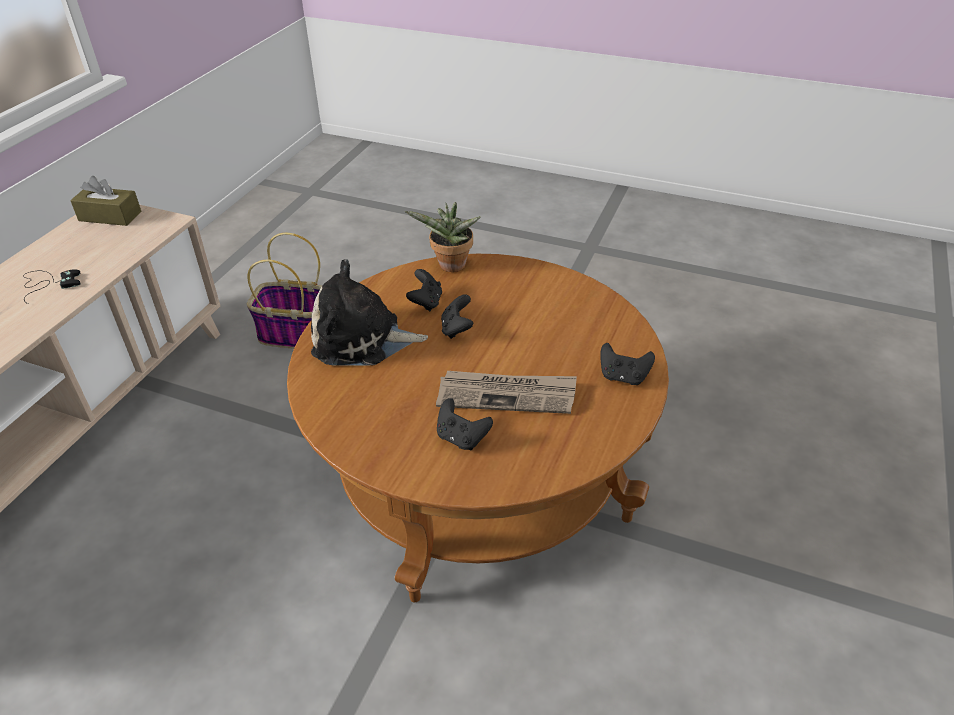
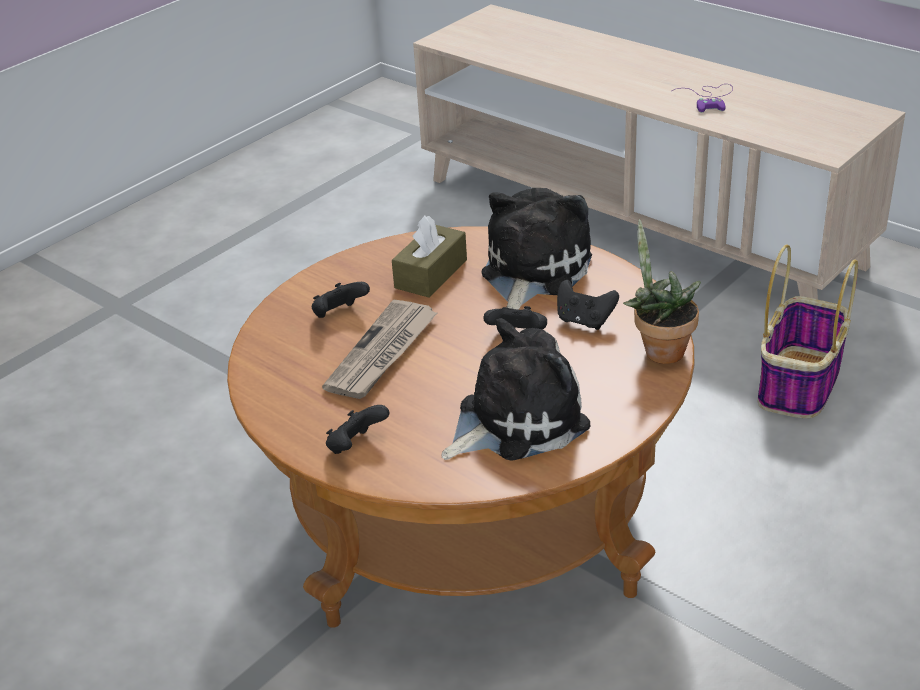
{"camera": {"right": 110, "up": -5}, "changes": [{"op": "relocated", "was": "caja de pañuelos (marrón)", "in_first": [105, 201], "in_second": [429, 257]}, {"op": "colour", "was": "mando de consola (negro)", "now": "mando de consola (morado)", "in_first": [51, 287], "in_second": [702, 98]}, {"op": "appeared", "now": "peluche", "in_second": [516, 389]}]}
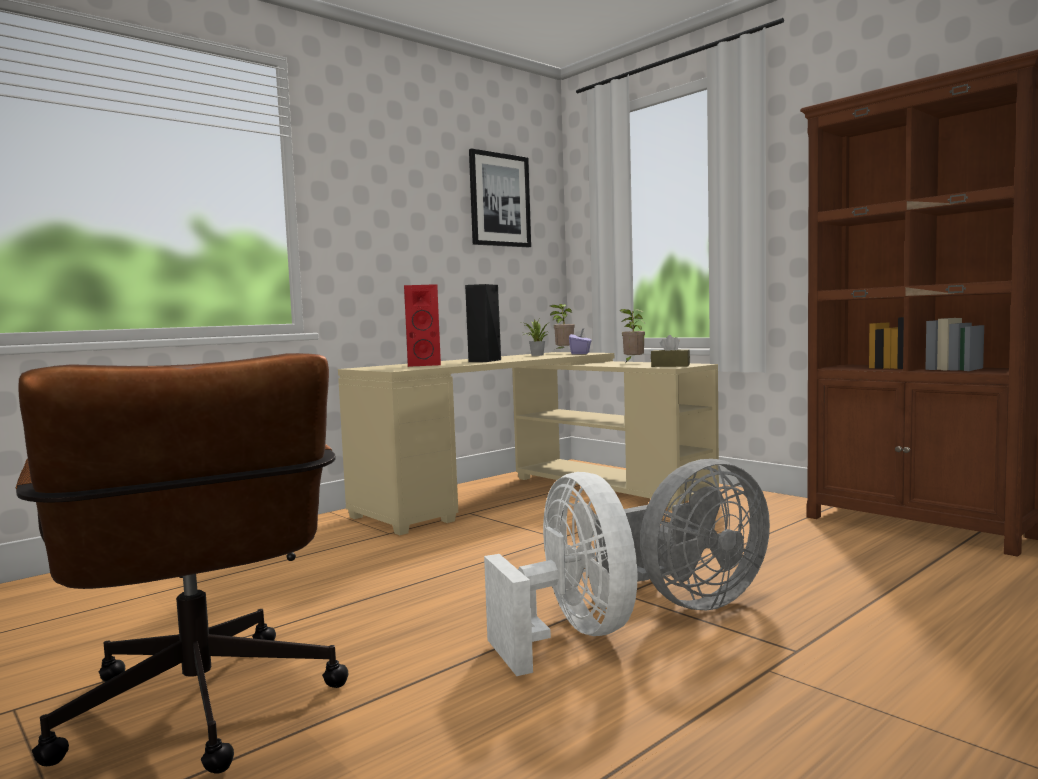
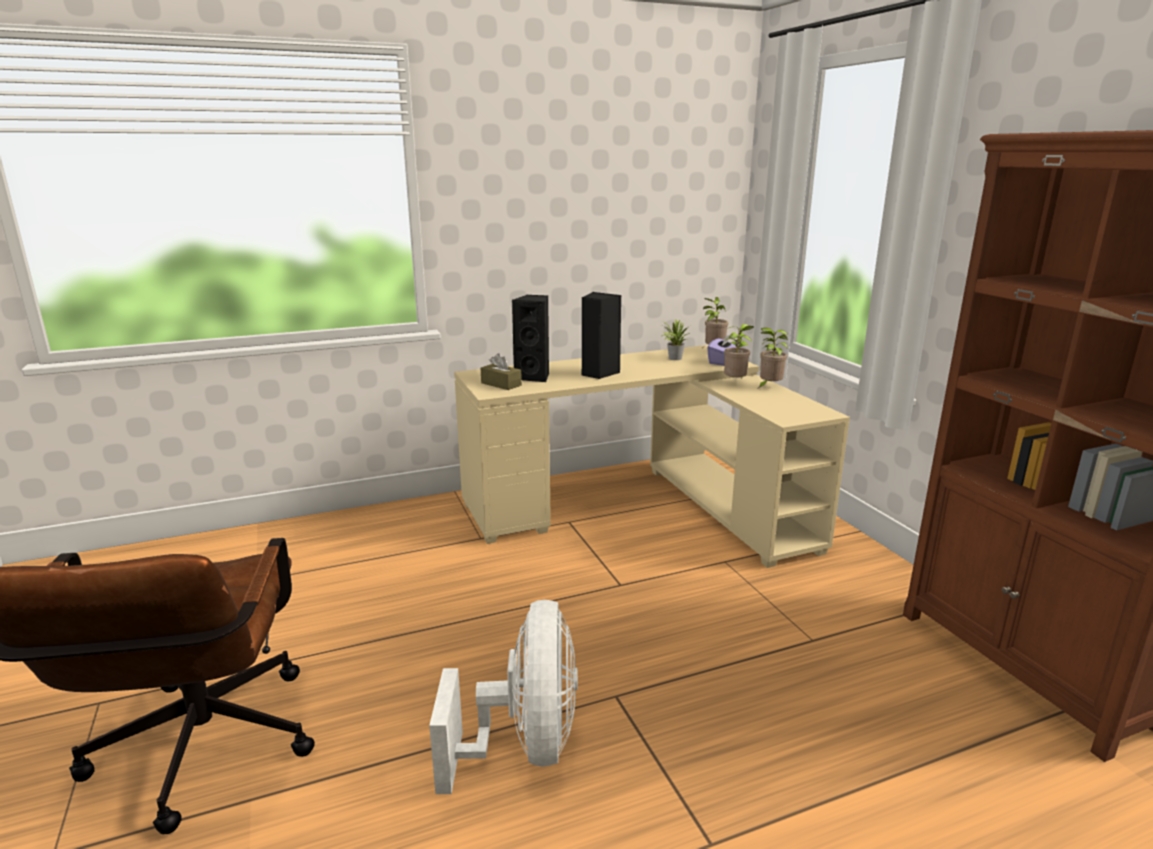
{"camera": {"right": 20, "up": 15}, "changes": [{"op": "missing", "was": "cuadro", "in_first": [500, 197]}, {"op": "colour", "was": "altavoz (rojo)", "now": "altavoz (negro)", "in_first": [422, 325], "in_second": [530, 338]}, {"op": "relocated", "was": "caja de pañuelos (marrón)", "in_first": [670, 351], "in_second": [501, 371]}, {"op": "missing", "was": "ventilador (gris)", "in_first": [682, 535]}, {"op": "appeared", "now": "planta en maceta", "in_second": [738, 351]}]}
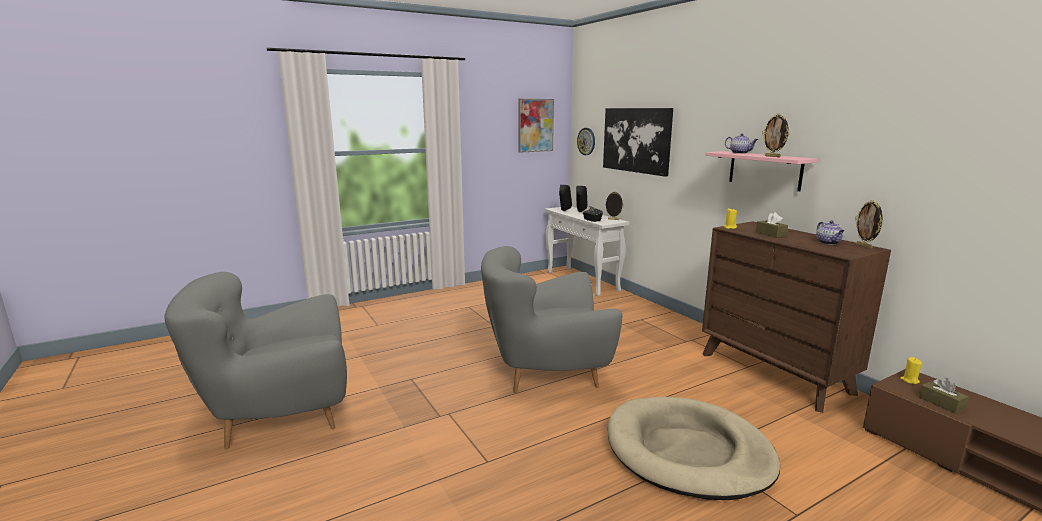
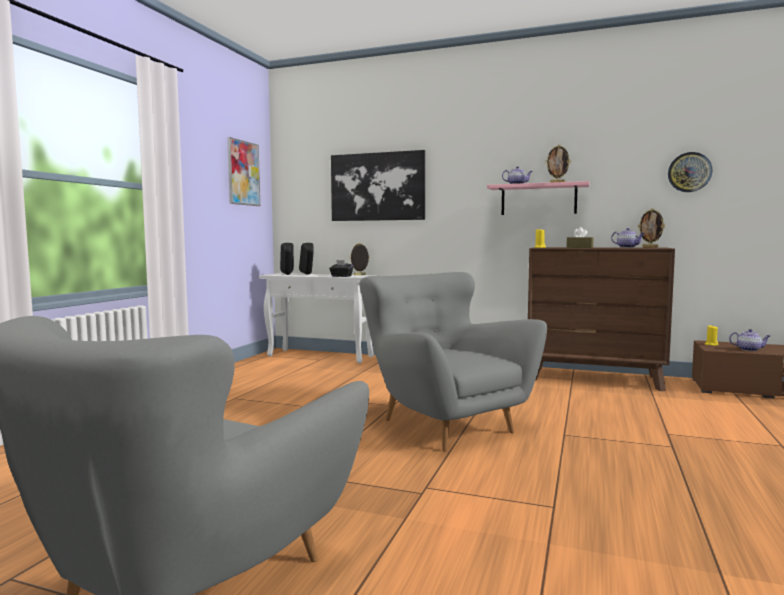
{"camera": {"right": -40, "up": -10}, "changes": [{"op": "relocated", "was": "reloj de pared", "in_first": [586, 141], "in_second": [690, 172]}, {"op": "spun", "was": "sillón (gris)", "in_first": [551, 319], "in_second": [453, 362], "clockwise": 105}, {"op": "exchanged", "was": "caja de pañuelos (marrón)", "now": "tetera", "in_first": [944, 396], "in_second": [749, 340]}, {"op": "missing", "was": "cama para perro (beis)", "in_first": [694, 448]}]}
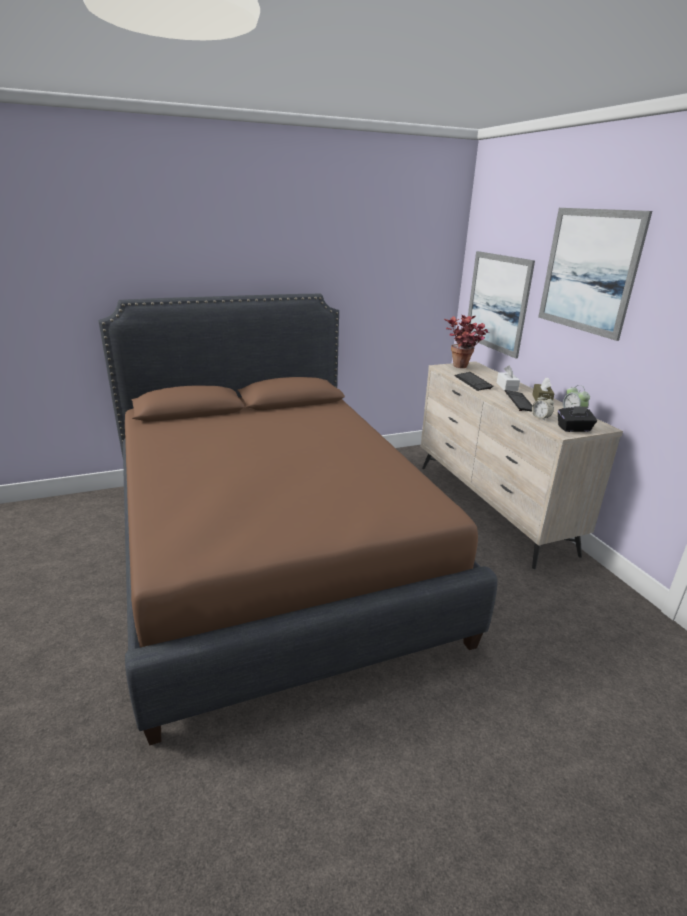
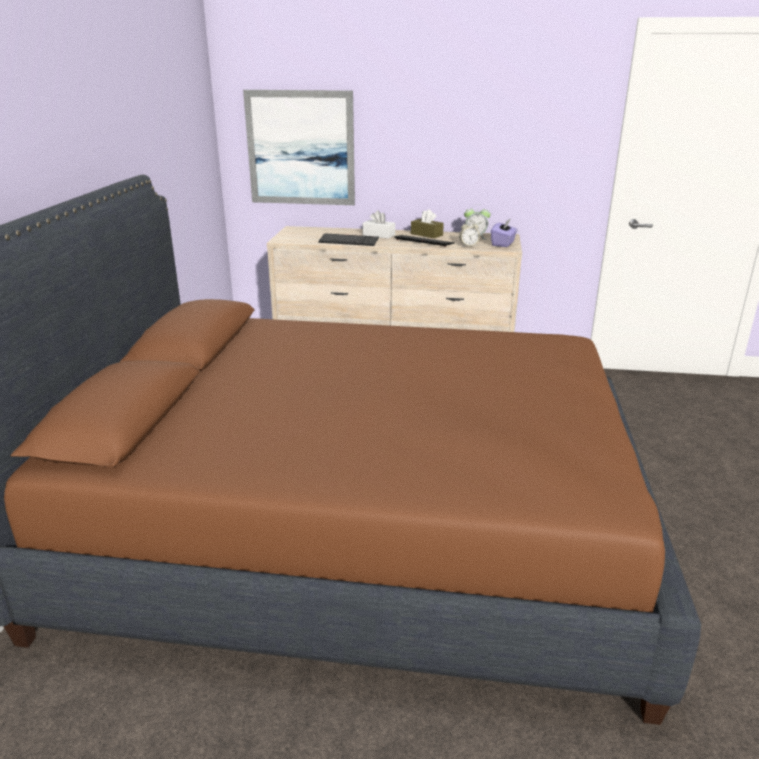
{"camera": {"right": -60, "up": 0}, "changes": [{"op": "missing", "was": "cuadro", "in_first": [595, 274]}, {"op": "missing", "was": "planta en maceta", "in_first": [466, 341]}, {"op": "colour", "was": "caja de pañuelos (negro)", "now": "caja de pañuelos (morado)", "in_first": [577, 419], "in_second": [504, 233]}]}
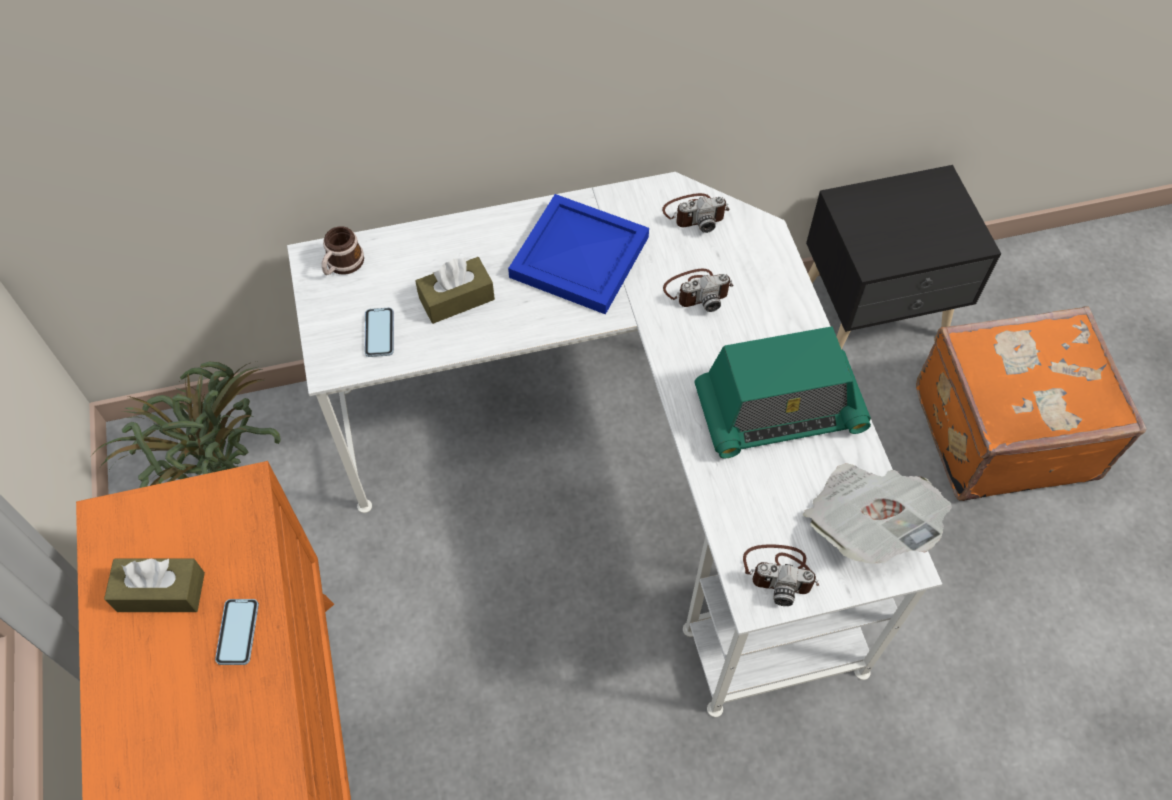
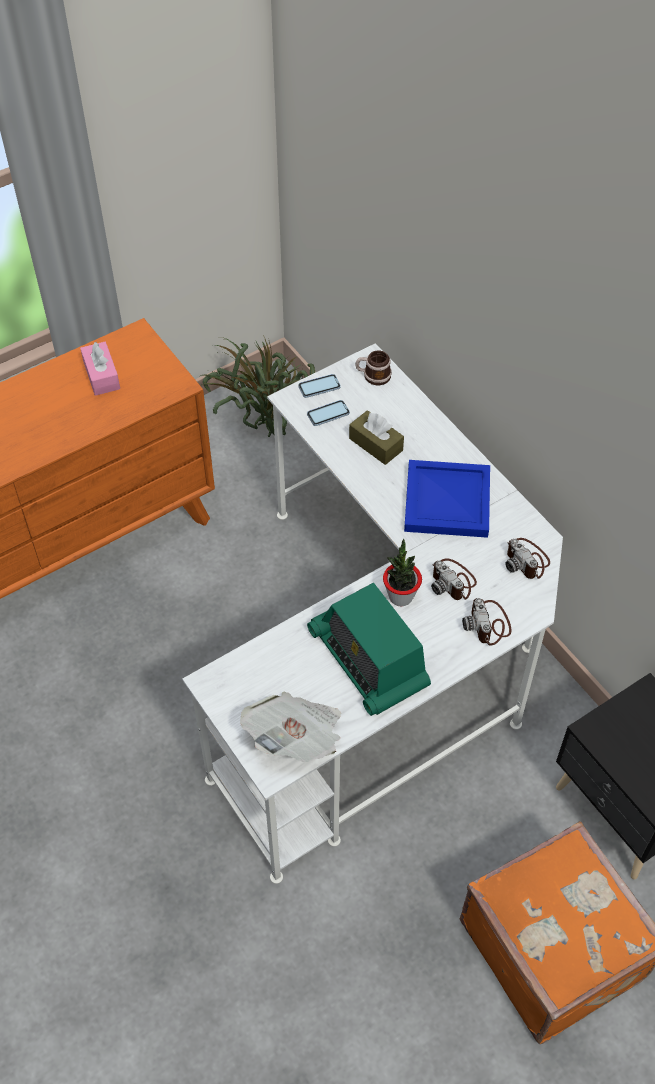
{"camera": {"right": 70, "up": -5}, "changes": [{"op": "relocated", "was": "cámara", "in_first": [781, 575], "in_second": [487, 622]}, {"op": "colour", "was": "caja de pañuelos (marrón)", "now": "caja de pañuelos (rosa)", "in_first": [154, 585], "in_second": [100, 368]}, {"op": "relocated", "was": "móvil", "in_first": [237, 632], "in_second": [319, 386]}, {"op": "appeared", "now": "planta en maceta", "in_second": [402, 572]}]}
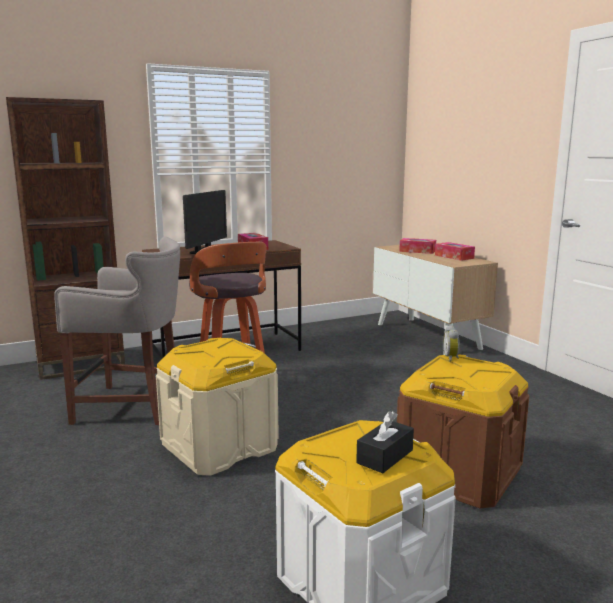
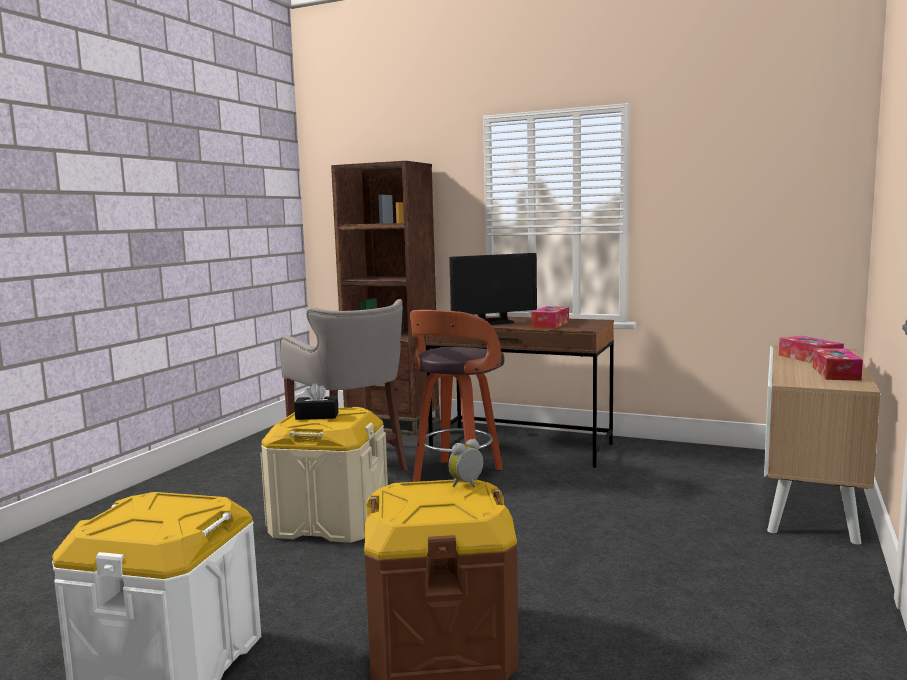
{"camera": {"right": 50, "up": -5}, "changes": [{"op": "relocated", "was": "caja de pañuelos (negro)", "in_first": [385, 442], "in_second": [316, 401]}]}
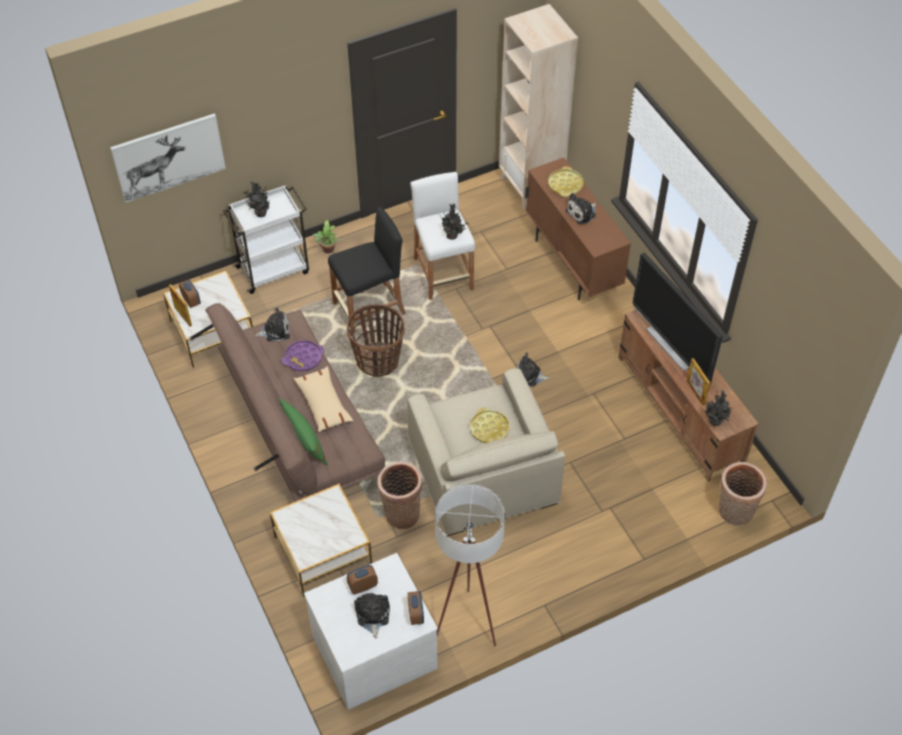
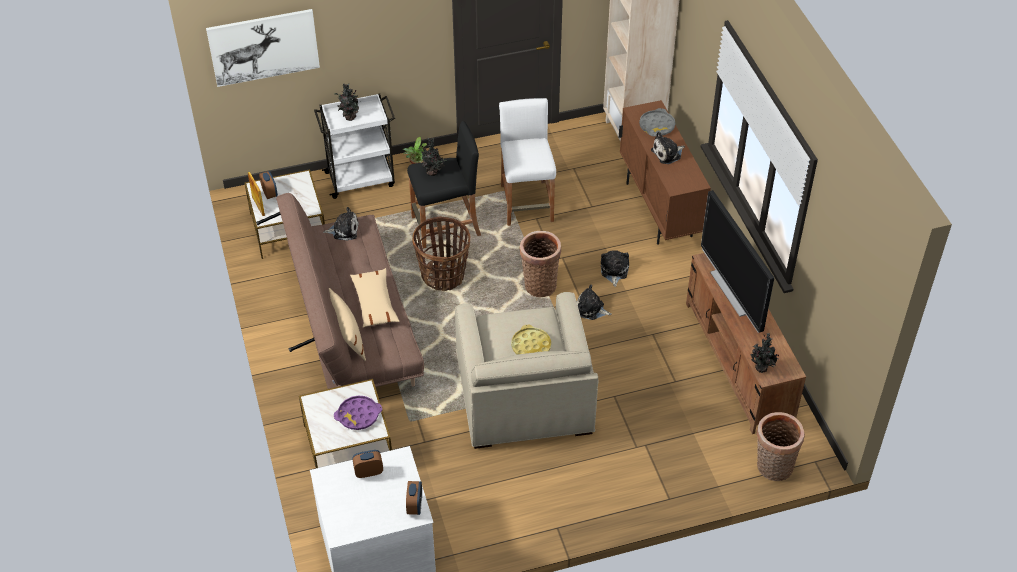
{"camera": {"right": 10, "up": -5}, "changes": [{"op": "colour", "was": "bandeja (amarillo)", "now": "bandeja (gris)", "in_first": [566, 182], "in_second": [657, 122]}, {"op": "relocated", "was": "planta en maceta", "in_first": [454, 222], "in_second": [433, 157]}, {"op": "relocated", "was": "bandeja (morado)", "in_first": [303, 355], "in_second": [358, 413]}, {"op": "missing", "was": "portarretratos", "in_first": [698, 381]}, {"op": "colour", "was": "cojín (verde)", "now": "cojín (beis)", "in_first": [303, 432], "in_second": [347, 324]}, {"op": "relocated", "was": "cesta", "in_first": [399, 495], "in_second": [540, 264]}, {"op": "missing", "was": "lámpara de pie (blanco)", "in_first": [470, 565]}, {"op": "relocated", "was": "peluche", "in_first": [372, 615], "in_second": [615, 268]}]}
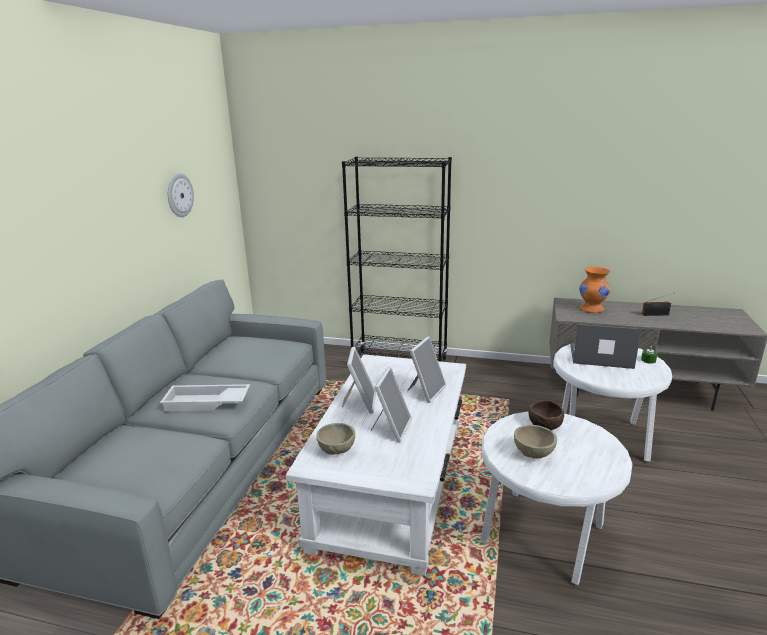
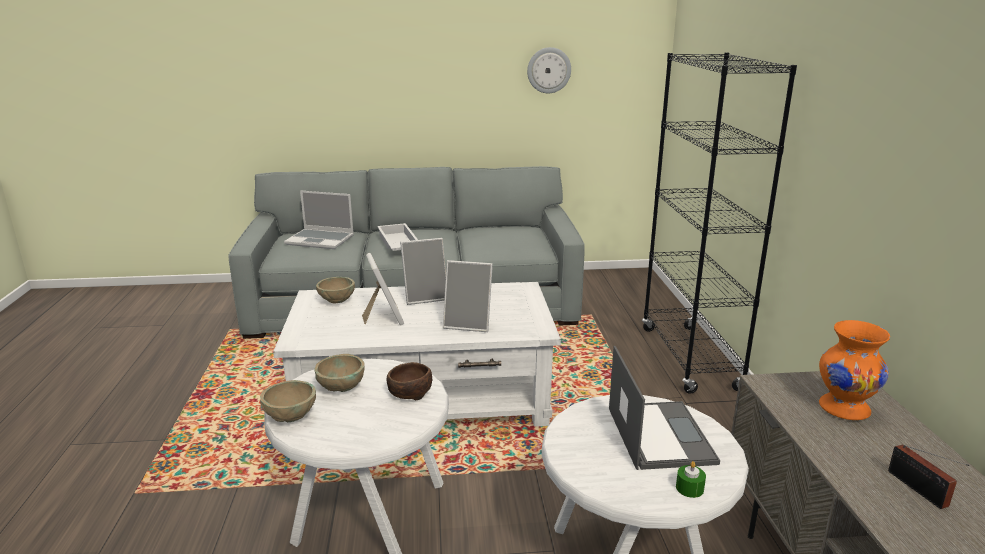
{"camera": {"right": 70, "up": 0}, "changes": [{"op": "spun", "was": "portarretratos", "in_first": [391, 404], "in_second": [383, 289], "clockwise": -105}, {"op": "appeared", "now": "portátil", "in_second": [319, 219]}, {"op": "appeared", "now": "cuenco (beis)", "in_second": [288, 401]}]}
